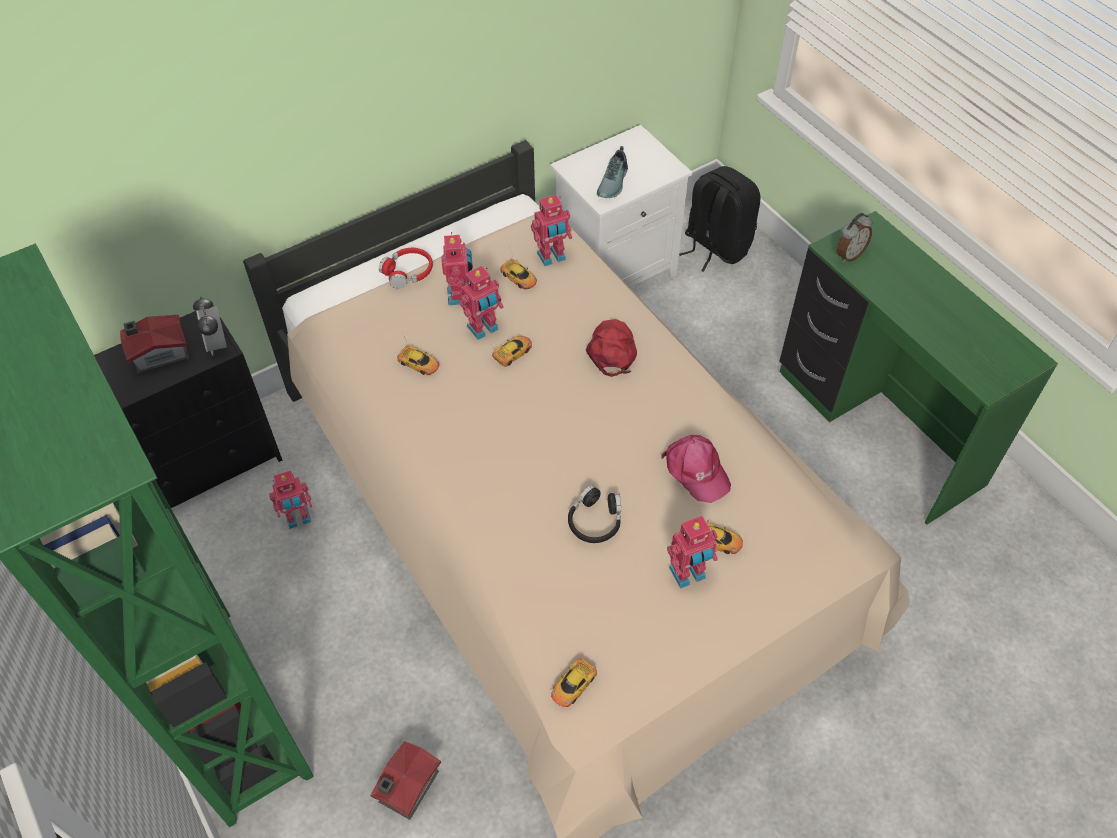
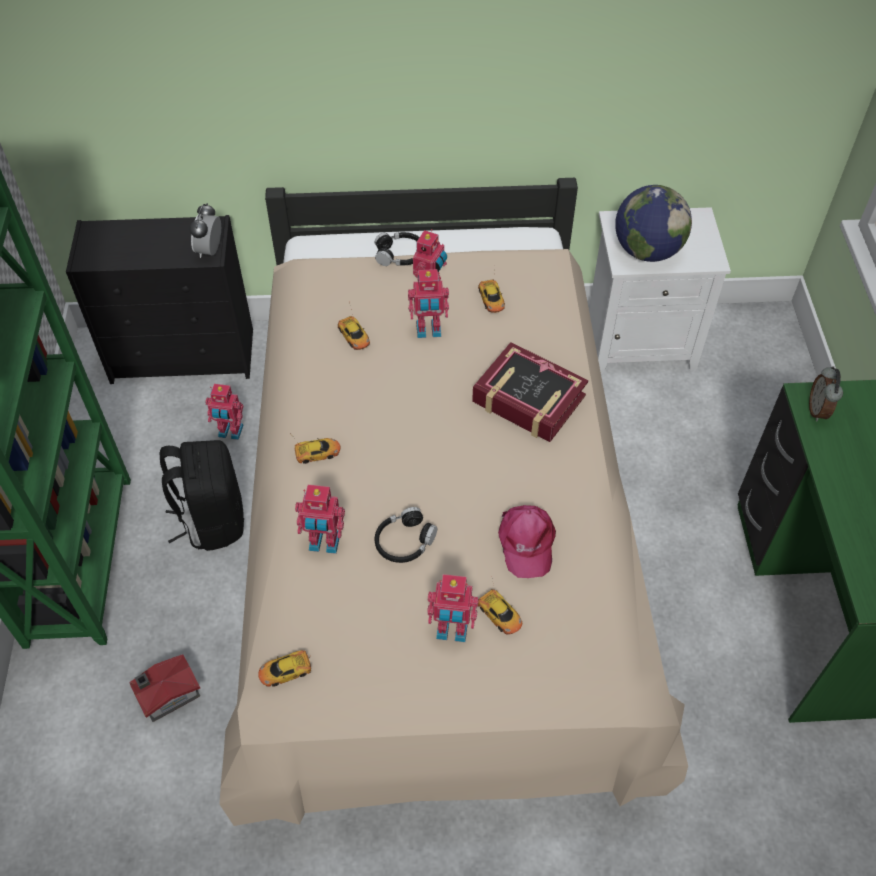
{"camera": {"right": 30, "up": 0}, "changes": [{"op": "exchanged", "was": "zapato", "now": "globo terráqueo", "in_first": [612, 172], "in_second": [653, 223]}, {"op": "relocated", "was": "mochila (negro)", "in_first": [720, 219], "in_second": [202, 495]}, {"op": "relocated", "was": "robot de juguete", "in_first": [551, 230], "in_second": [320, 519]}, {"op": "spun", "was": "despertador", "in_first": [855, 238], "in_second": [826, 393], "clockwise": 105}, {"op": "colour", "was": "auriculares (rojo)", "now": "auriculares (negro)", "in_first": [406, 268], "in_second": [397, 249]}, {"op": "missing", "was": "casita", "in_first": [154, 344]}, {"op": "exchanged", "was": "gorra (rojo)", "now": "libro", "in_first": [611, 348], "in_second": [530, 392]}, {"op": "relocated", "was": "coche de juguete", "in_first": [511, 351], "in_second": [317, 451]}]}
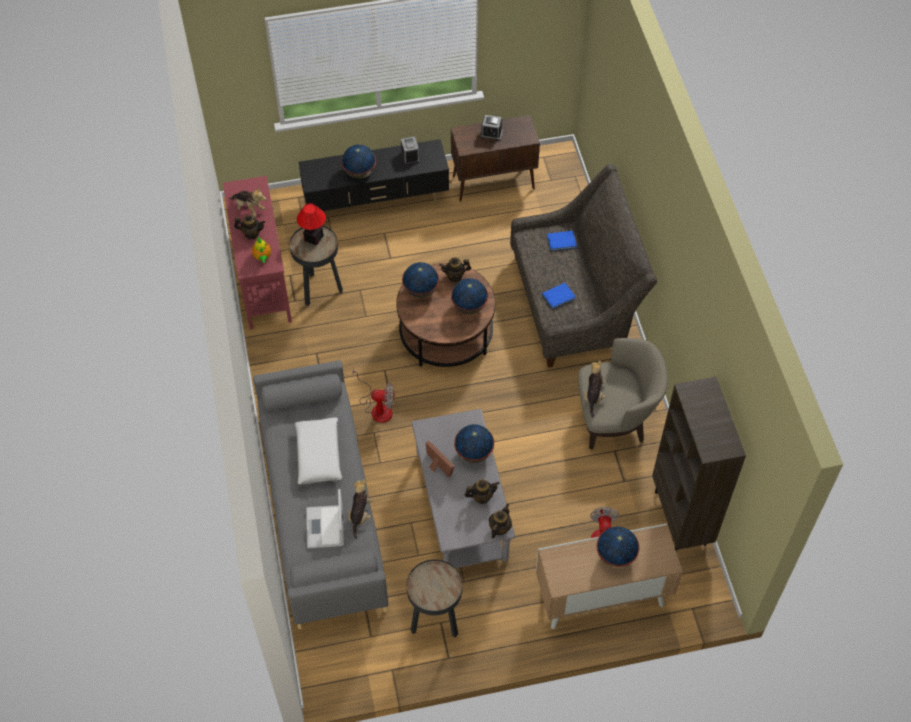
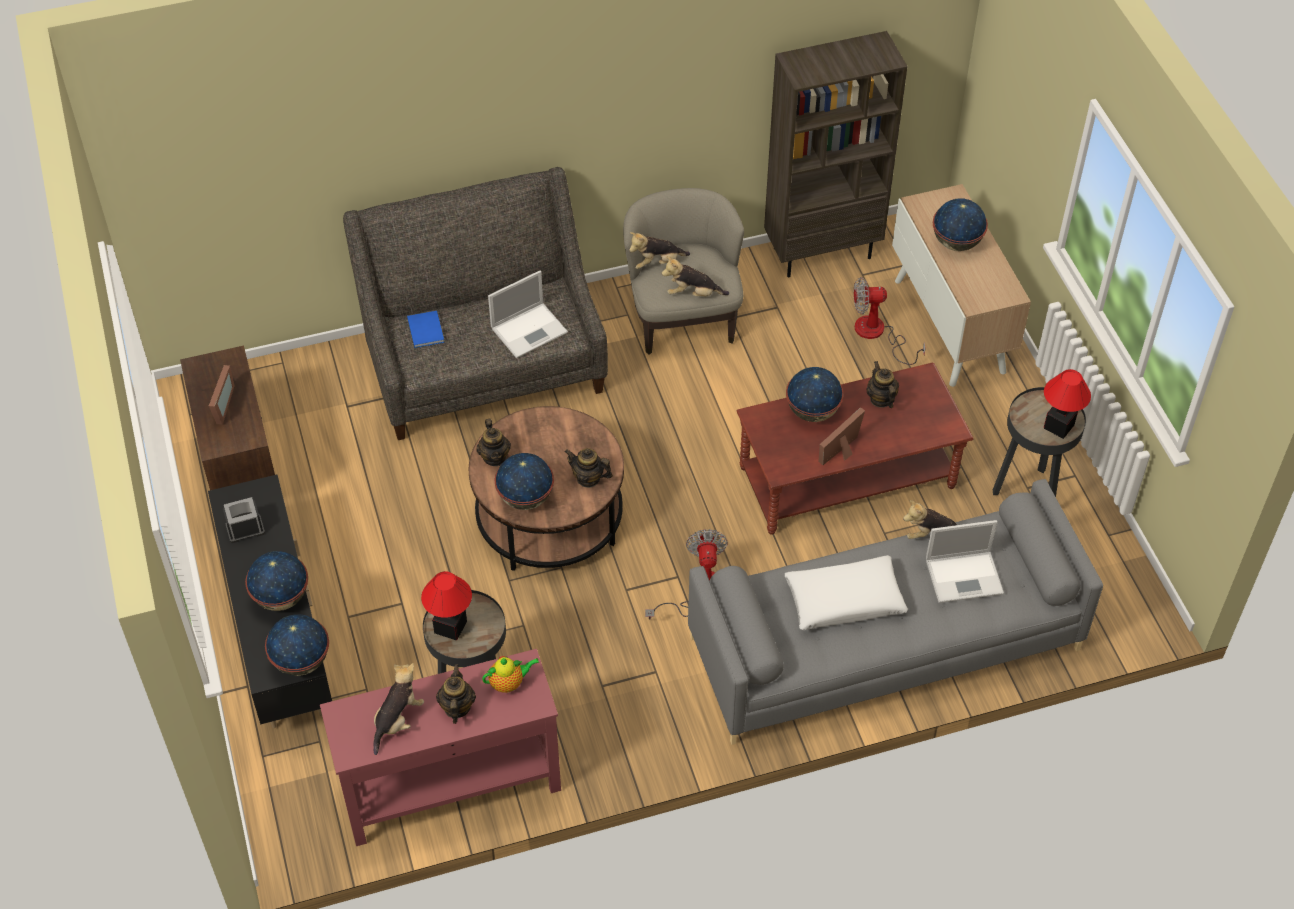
{"camera": {"right": -95, "up": -5}, "changes": [{"op": "exchanged", "was": "despertador", "now": "portarretratos", "in_first": [491, 127], "in_second": [222, 395]}, {"op": "relocated", "was": "globo terráqueo", "in_first": [469, 296], "in_second": [297, 645]}, {"op": "exchanged", "was": "libro (azul)", "now": "portátil", "in_first": [559, 296], "in_second": [528, 314]}, {"op": "colour", "was": "mesa de centro (gris)", "now": "mesa de centro (marrón)", "in_first": [463, 488], "in_second": [855, 449]}, {"op": "relocated", "was": "tetera", "in_first": [500, 521], "in_second": [589, 468]}, {"op": "appeared", "now": "peluche", "in_second": [659, 250]}, {"op": "appeared", "now": "lámpara de mesa", "in_second": [1067, 404]}]}
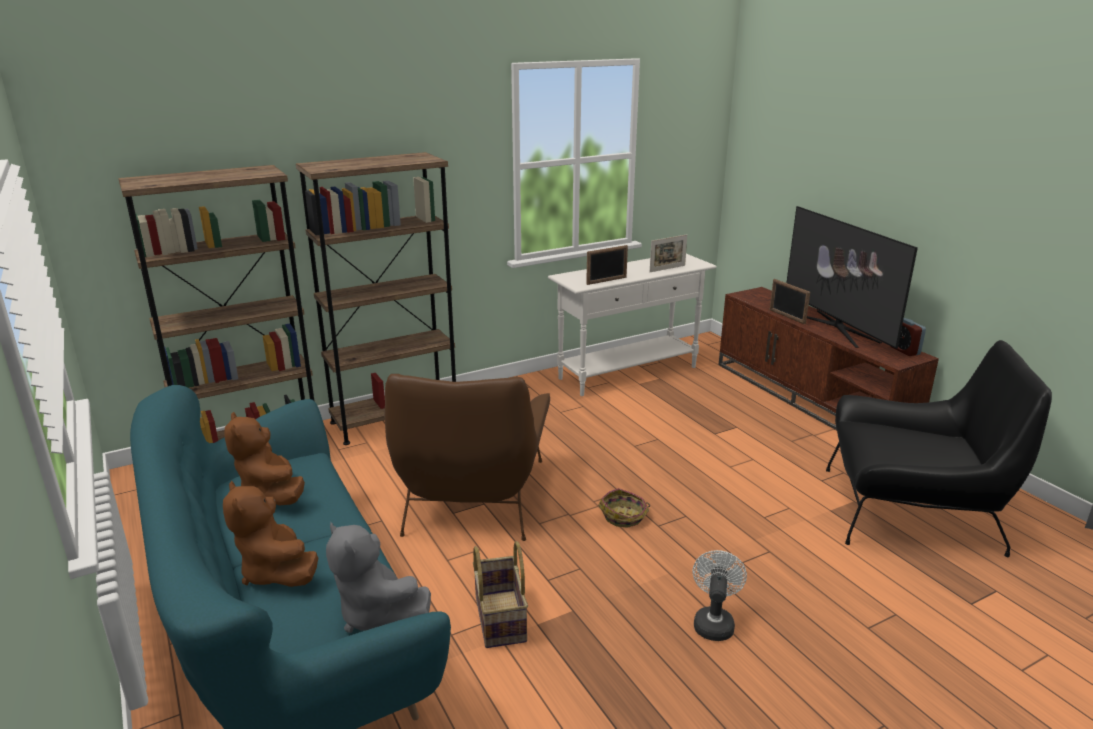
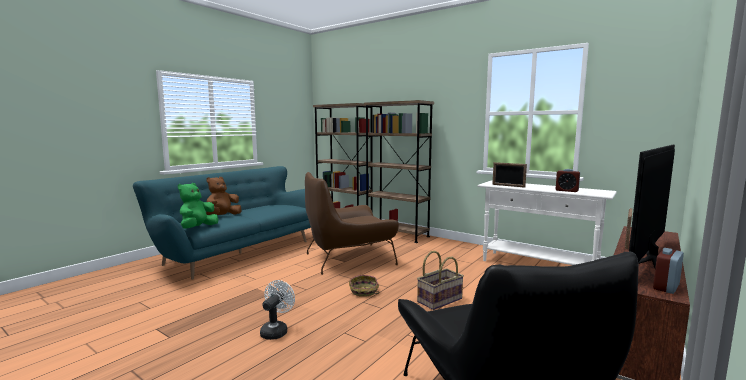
{"camera": {"right": 65, "up": -15}, "changes": [{"op": "exchanged", "was": "portarretratos", "now": "despertador", "in_first": [668, 253], "in_second": [568, 180]}, {"op": "missing", "was": "peluche (marrón)", "in_first": [264, 459]}, {"op": "colour", "was": "peluche (gris)", "now": "peluche (verde)", "in_first": [378, 577], "in_second": [198, 206]}, {"op": "relocated", "was": "cesta", "in_first": [500, 594], "in_second": [440, 280]}, {"op": "spun", "was": "ventilador (blanco)", "in_first": [720, 595], "in_second": [277, 310], "clockwise": -60}]}
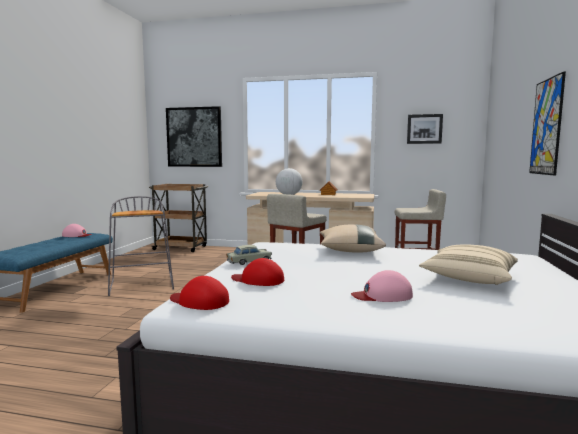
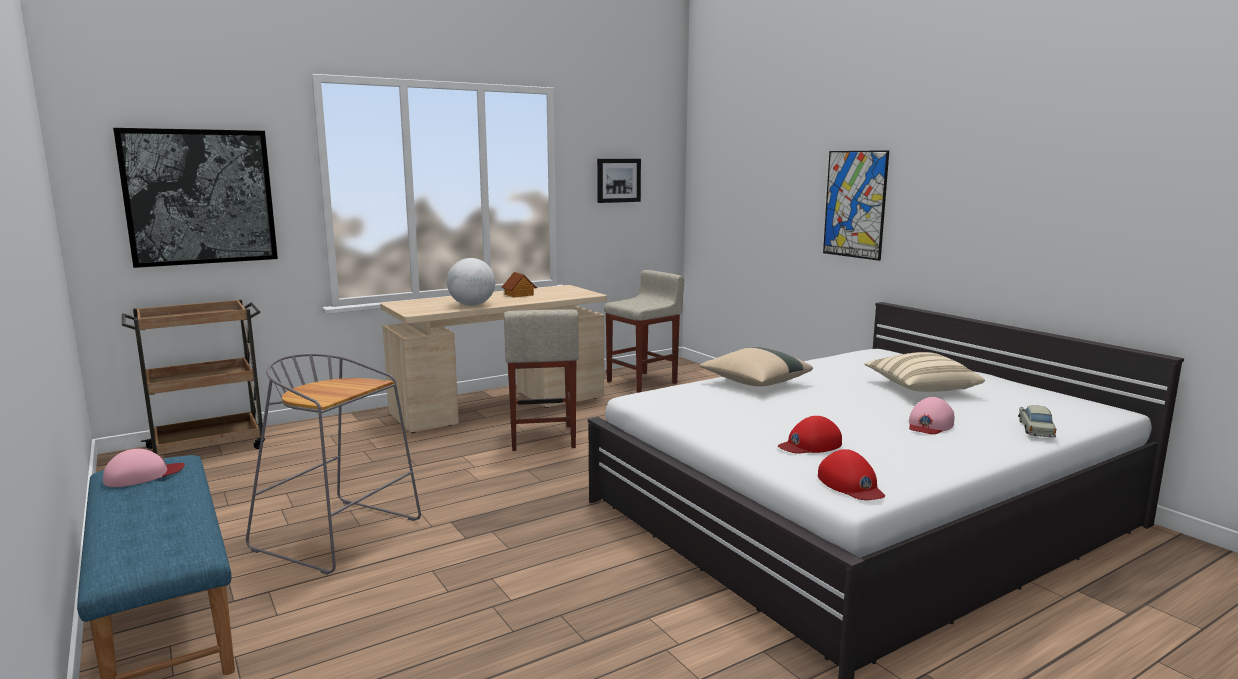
{"camera": {"right": -45, "up": 5}, "changes": [{"op": "relocated", "was": "coche de juguete (beis)", "in_first": [249, 255], "in_second": [1037, 421]}, {"op": "spun", "was": "gorra (rojo)", "in_first": [199, 293], "in_second": [851, 474], "clockwise": -90}]}
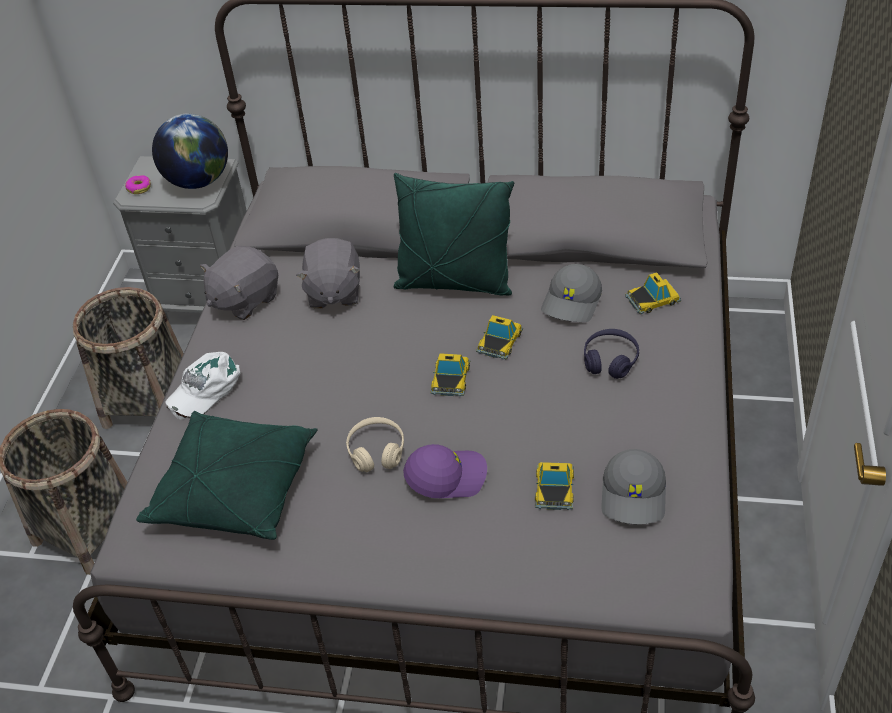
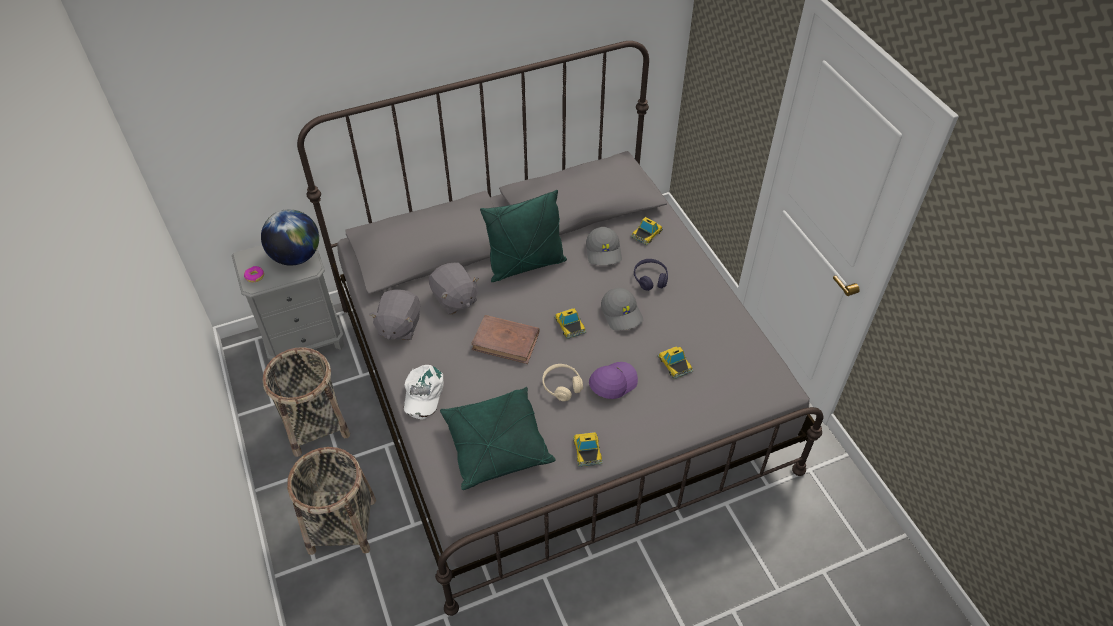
{"camera": {"right": -35, "up": 5}, "changes": [{"op": "relocated", "was": "coche de juguete", "in_first": [499, 337], "in_second": [588, 449]}, {"op": "relocated", "was": "gorra (gris)", "in_first": [633, 487], "in_second": [622, 309]}, {"op": "appeared", "now": "libro (marrón)", "in_second": [505, 339]}]}
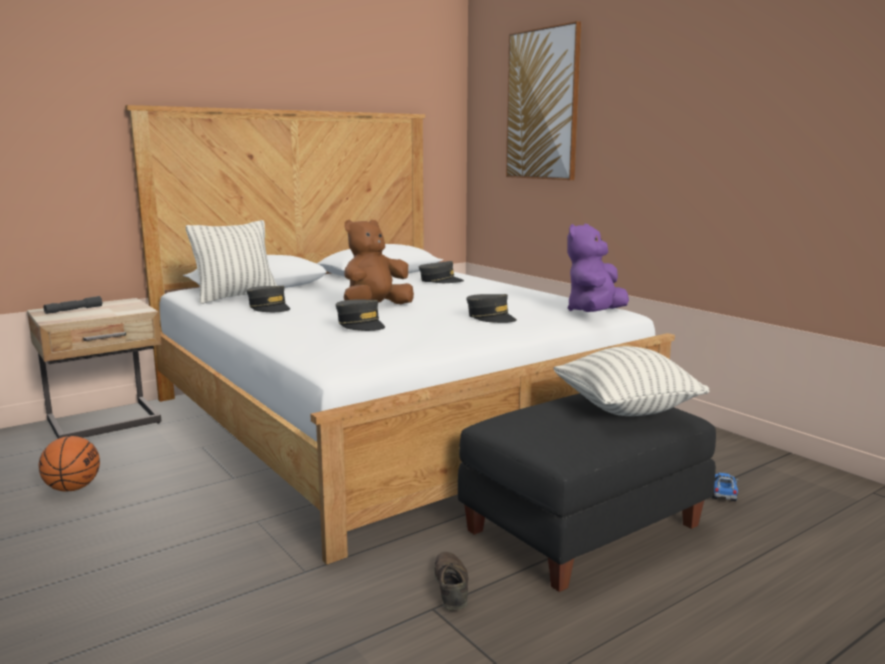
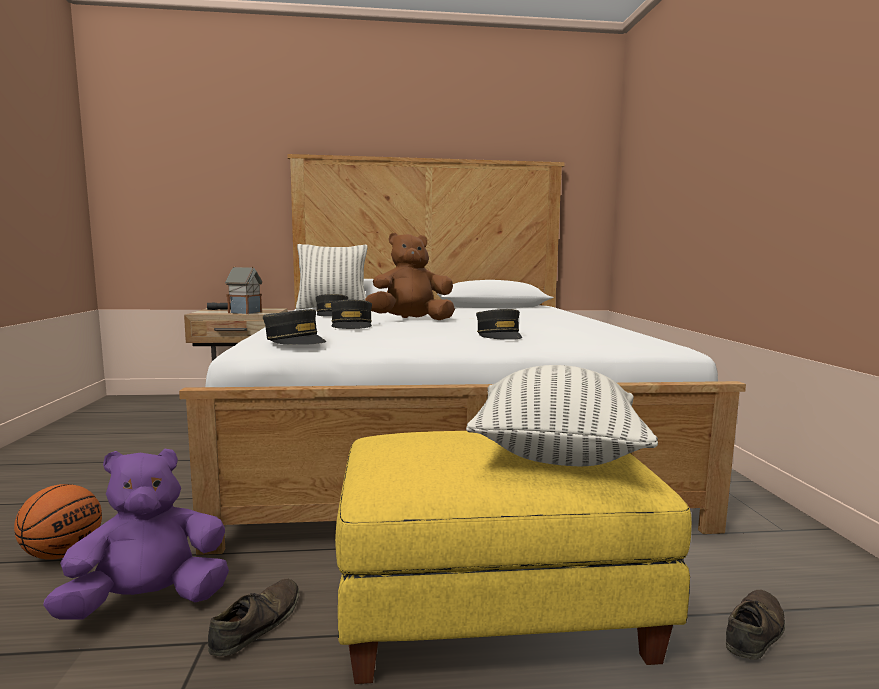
{"camera": {"right": 30, "up": -5}, "changes": [{"op": "missing", "was": "cuadro", "in_first": [543, 100]}, {"op": "relocated", "was": "peluche (morado)", "in_first": [598, 268], "in_second": [136, 534]}, {"op": "relocated", "was": "gorra (gris)", "in_first": [441, 272], "in_second": [294, 327]}, {"op": "colour", "was": "puf (negro)", "now": "puf (amarillo)", "in_first": [587, 492], "in_second": [513, 557]}, {"op": "relocated", "was": "balón de baloncesto", "in_first": [69, 464], "in_second": [58, 522]}, {"op": "exchanged", "was": "camión de juguete", "now": "zapato (marrón)", "in_first": [725, 487], "in_second": [755, 625]}, {"op": "appeared", "now": "casita", "in_second": [244, 290]}]}
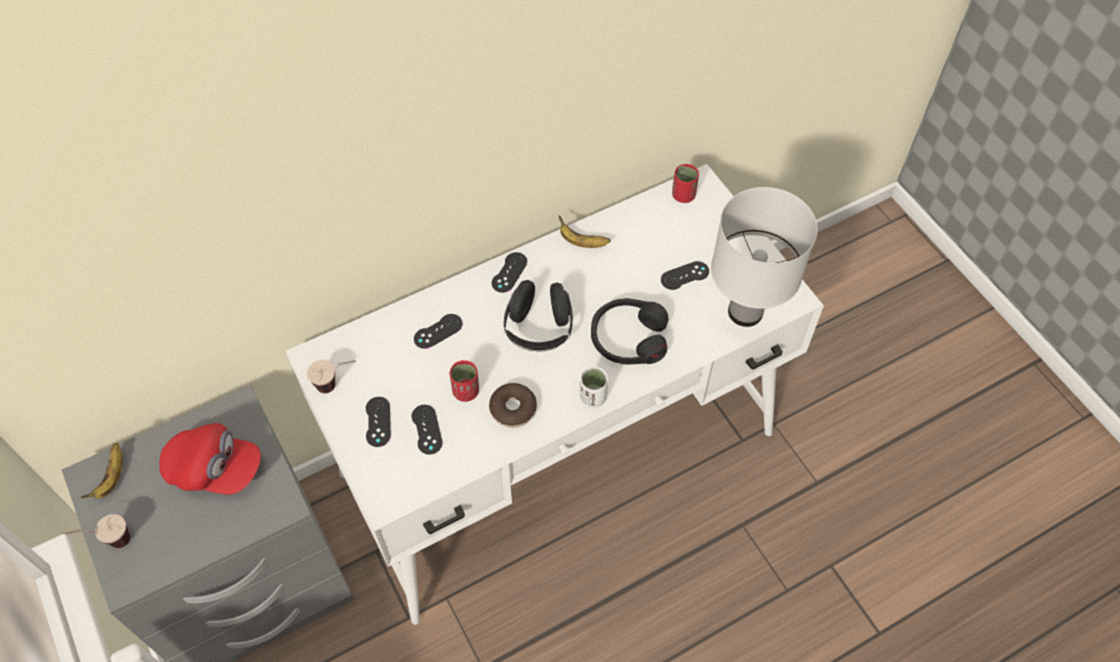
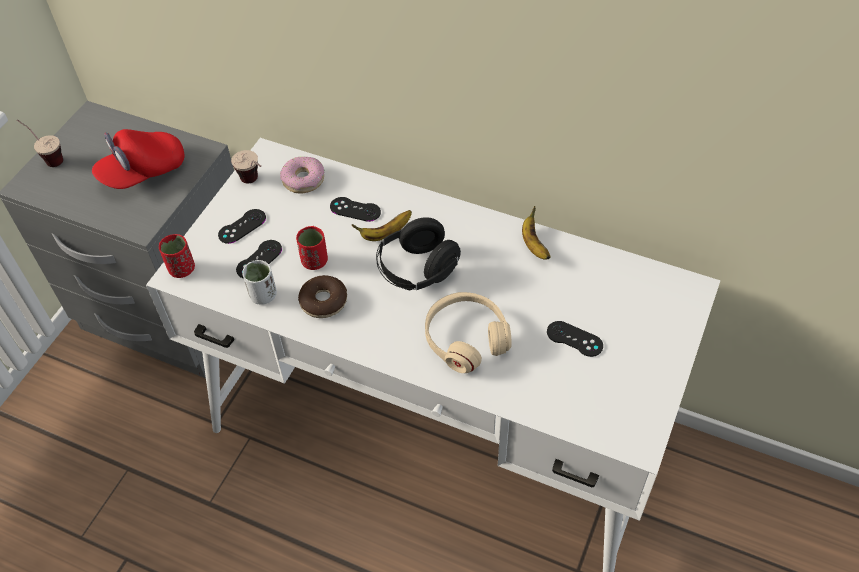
{"camera": {"right": 55, "up": -5}, "changes": [{"op": "relocated", "was": "taza (rojo)", "in_first": [685, 183], "in_second": [177, 256]}, {"op": "missing", "was": "lámpara de mesa (blanco)", "in_first": [764, 257]}, {"op": "missing", "was": "mando de consola (negro)", "in_first": [509, 272]}, {"op": "colour", "was": "auriculares (negro)", "now": "auriculares (beis)", "in_first": [630, 331], "in_second": [468, 332]}, {"op": "relocated", "was": "taza (blanco)", "in_first": [594, 387], "in_second": [259, 282]}, {"op": "spun", "was": "gorra (rojo)", "in_first": [210, 459], "in_second": [138, 159], "clockwise": 75}, {"op": "relocated", "was": "plátano", "in_first": [101, 470], "in_second": [381, 225]}, {"op": "appeared", "now": "rosquilla", "in_second": [302, 175]}]}
